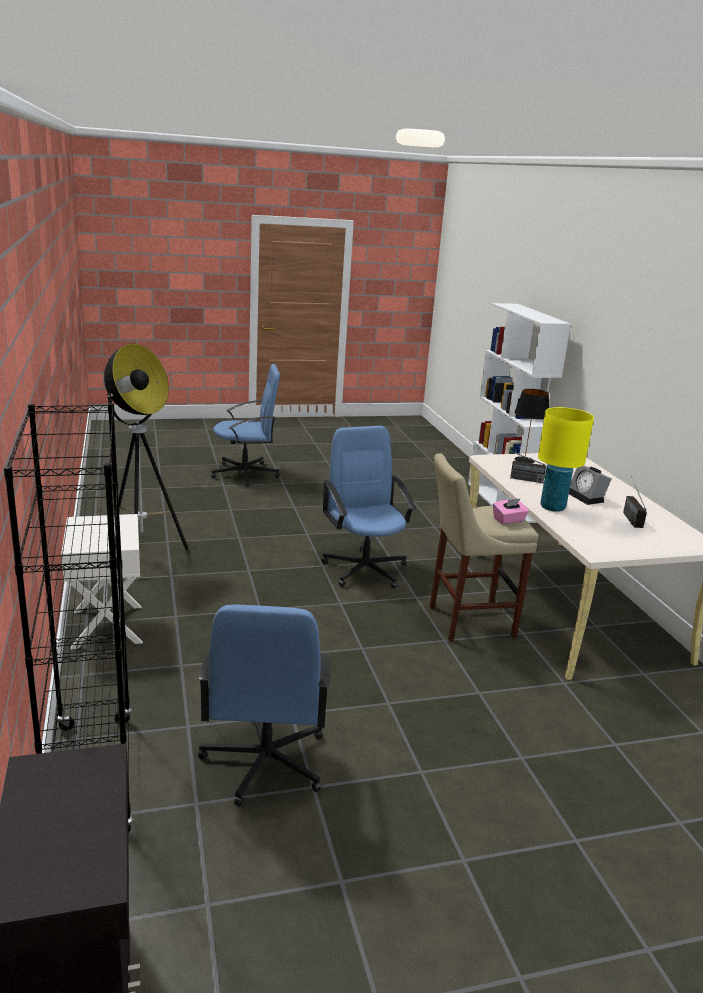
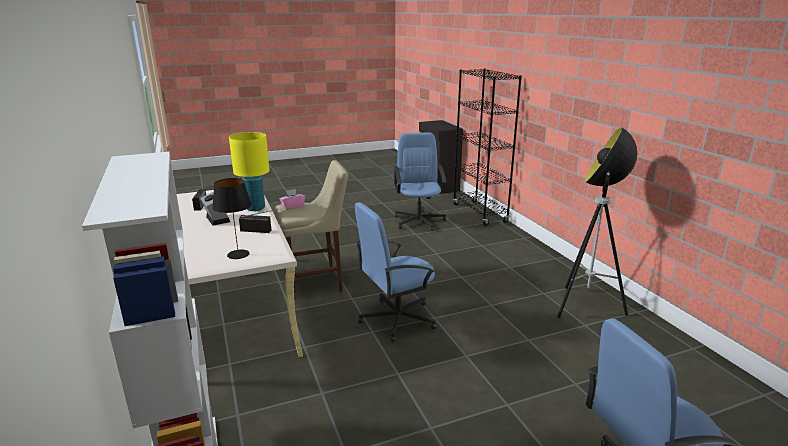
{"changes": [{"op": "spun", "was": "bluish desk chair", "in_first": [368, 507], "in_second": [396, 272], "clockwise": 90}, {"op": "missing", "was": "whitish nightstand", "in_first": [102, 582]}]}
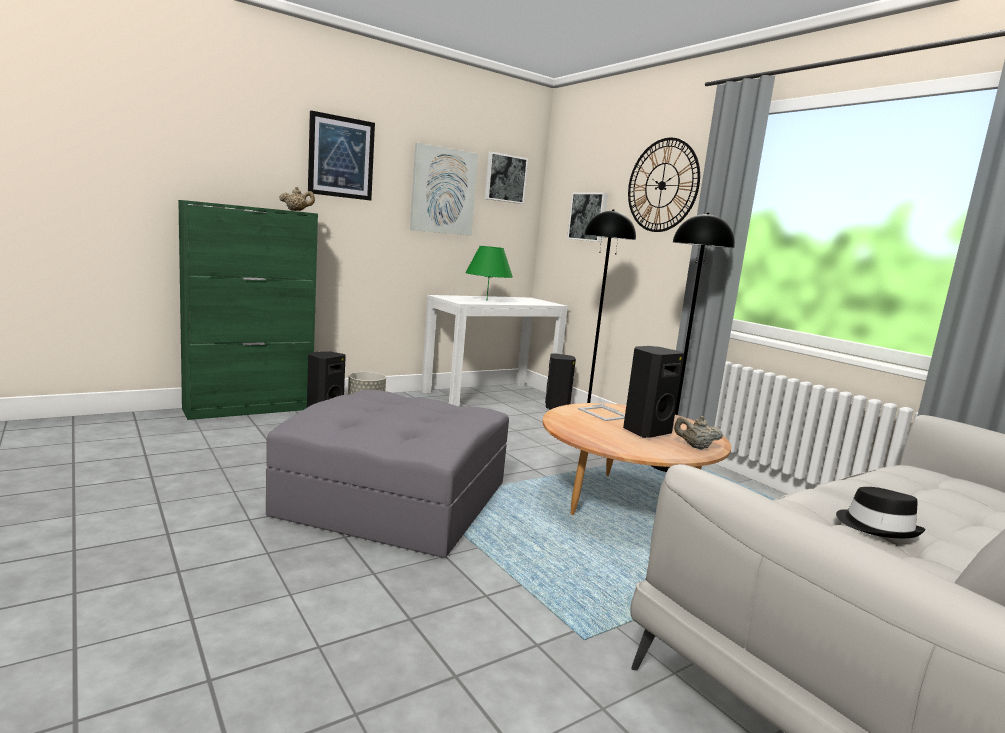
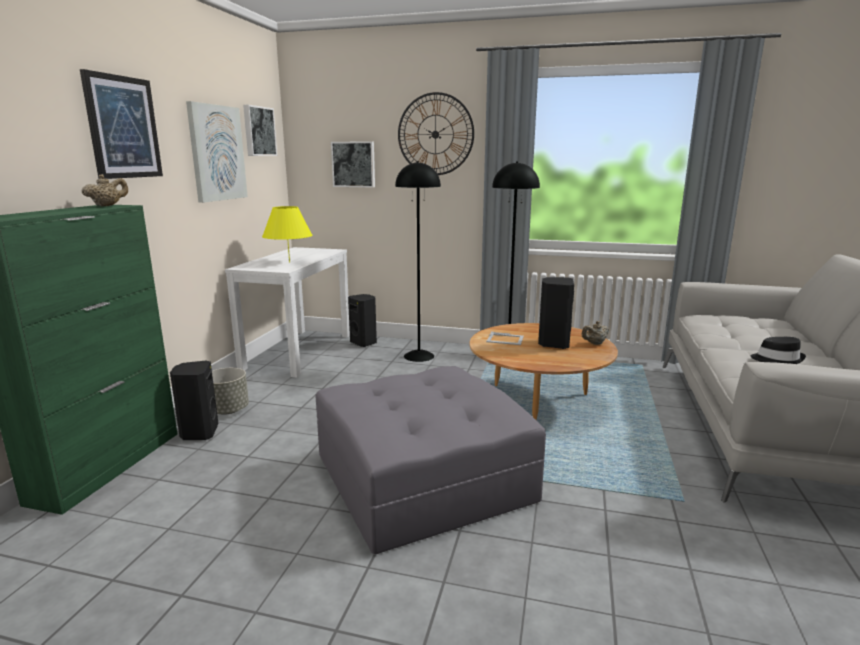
{"changes": [{"op": "colour", "was": "greenish tabletop lamp", "now": "yellow tabletop lamp", "in_first": [489, 272], "in_second": [287, 234]}]}
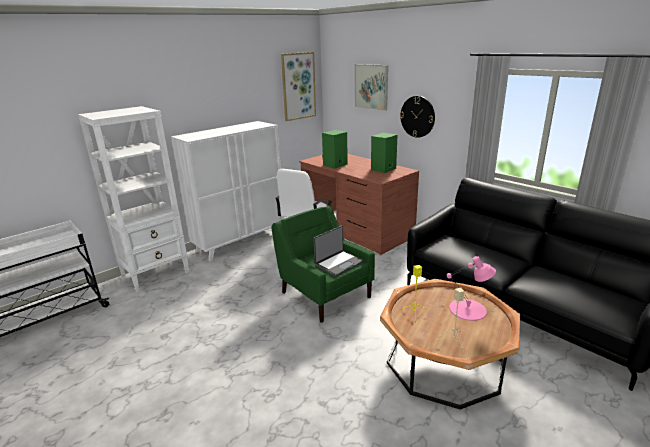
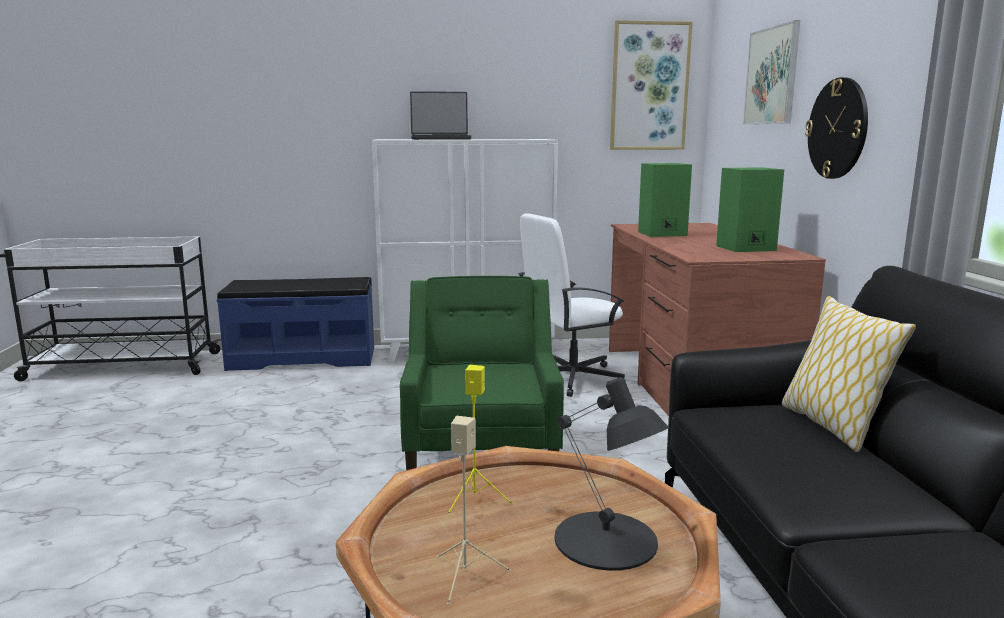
{"changes": [{"op": "exchanged", "was": "whitish bookcase", "now": "bluish bench", "in_first": [133, 199], "in_second": [295, 324]}, {"op": "relocated", "was": "portable computer", "in_first": [338, 251], "in_second": [440, 115]}, {"op": "colour", "was": "pink tabletop lamp", "now": "black tabletop lamp", "in_first": [471, 288], "in_second": [612, 474]}, {"op": "appeared", "now": "pillow", "in_second": [849, 374]}]}
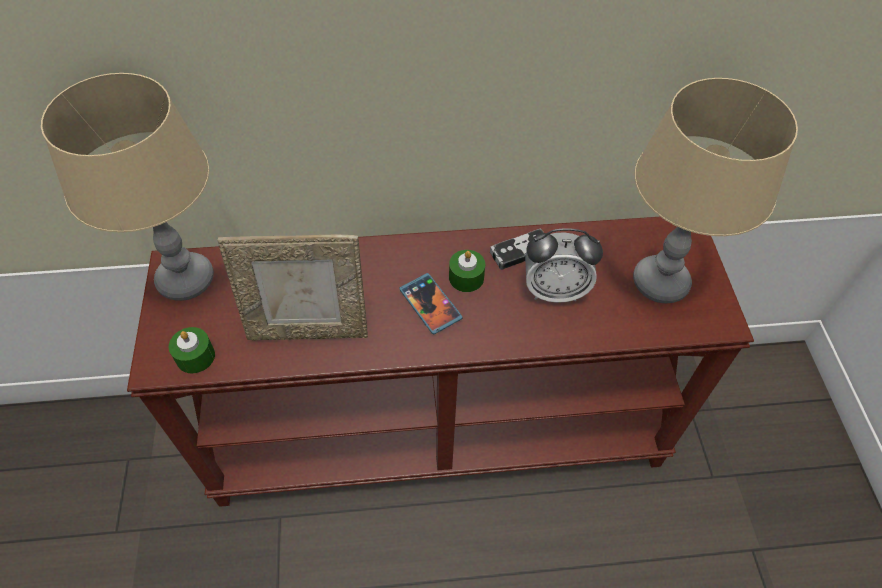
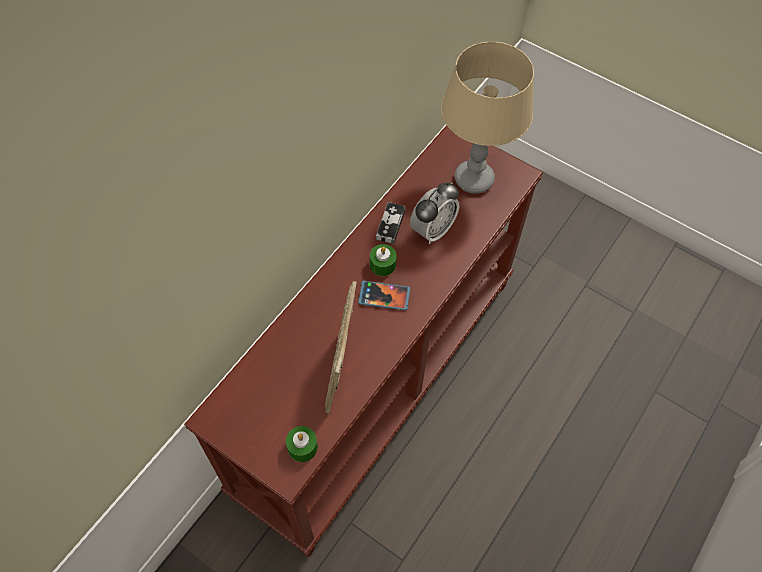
{"changes": [{"op": "spun", "was": "picture frame", "in_first": [292, 288], "in_second": [341, 347], "clockwise": 150}, {"op": "missing", "was": "beige tabletop lamp", "in_first": [127, 187]}]}
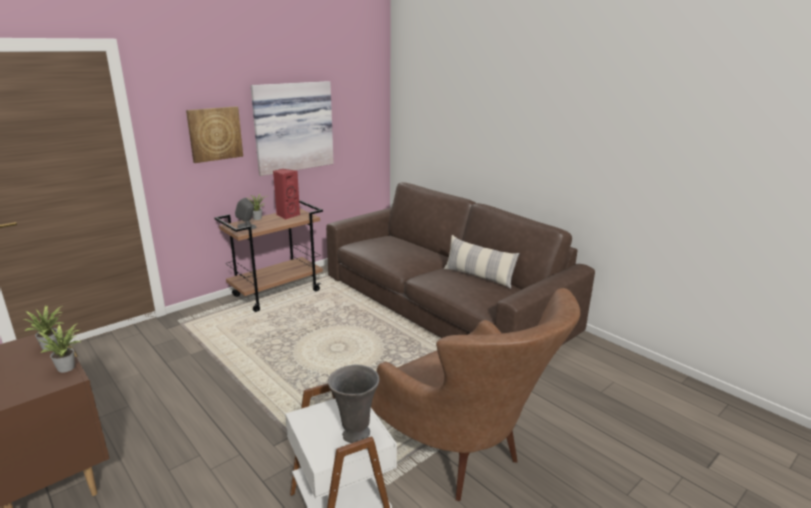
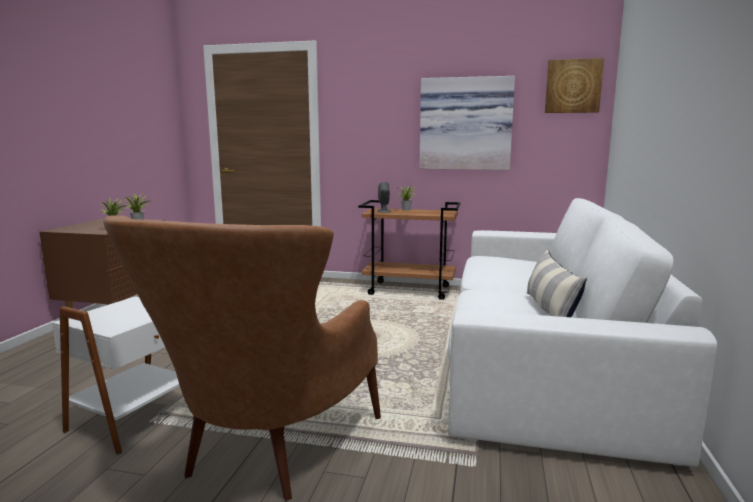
{"changes": [{"op": "colour", "was": "brown-coloured sofa", "now": "whitish sofa", "in_first": [460, 263], "in_second": [582, 332]}, {"op": "relocated", "was": "picture", "in_first": [214, 134], "in_second": [574, 85]}, {"op": "missing", "was": "reddish audio speaker", "in_first": [286, 194]}, {"op": "missing", "was": "greyish vase", "in_first": [353, 404]}]}
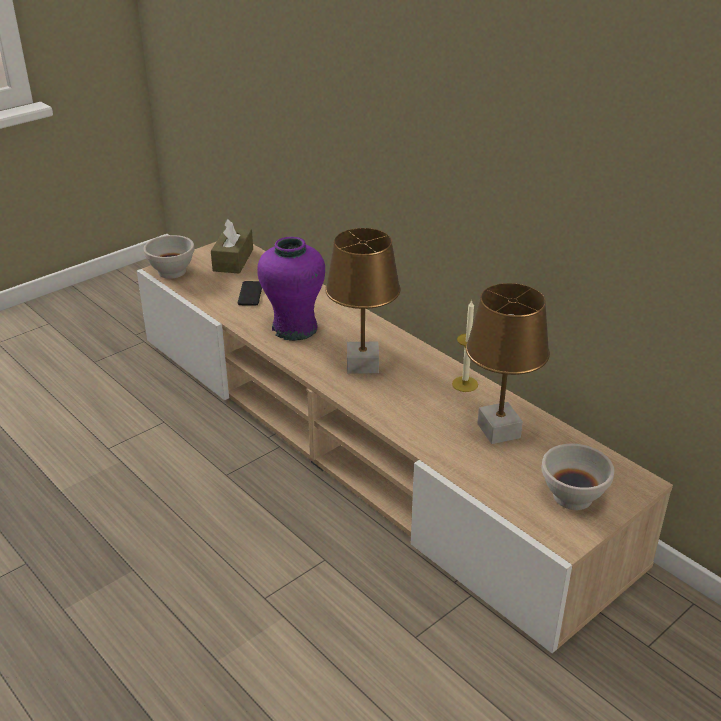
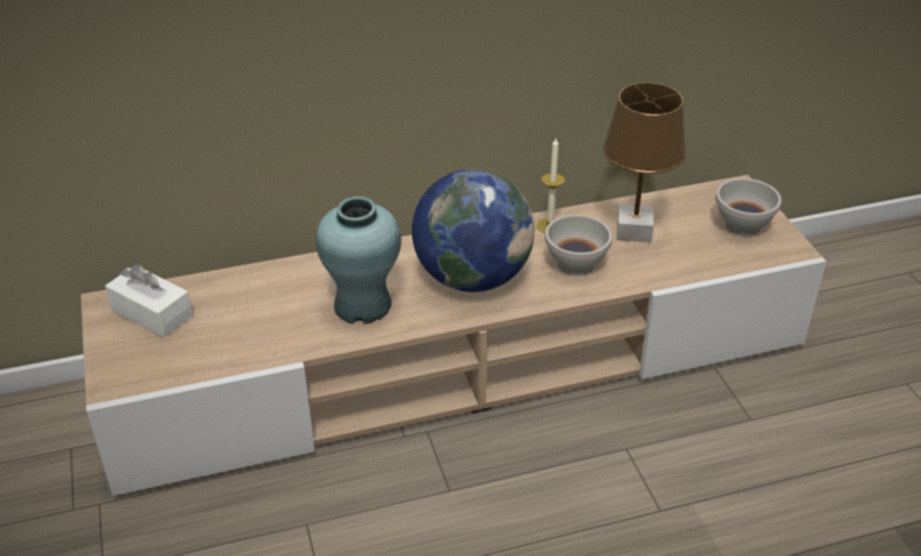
{"changes": [{"op": "colour", "was": "brown-coloured tissue holder", "now": "whitish tissue holder", "in_first": [232, 246], "in_second": [149, 301]}, {"op": "colour", "was": "purplish vase", "now": "turquoise-coloured vase", "in_first": [291, 289], "in_second": [358, 260]}, {"op": "exchanged", "was": "brown-coloured tabletop lamp", "now": "desk globe", "in_first": [363, 301], "in_second": [473, 230]}, {"op": "relocated", "was": "whitish bowl", "in_first": [169, 257], "in_second": [578, 245]}, {"op": "missing", "was": "handset", "in_first": [250, 293]}]}
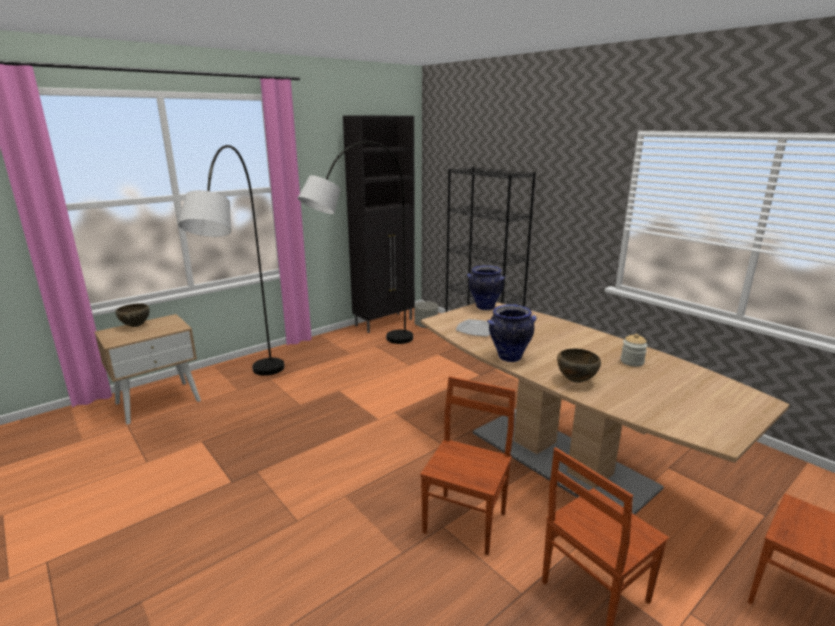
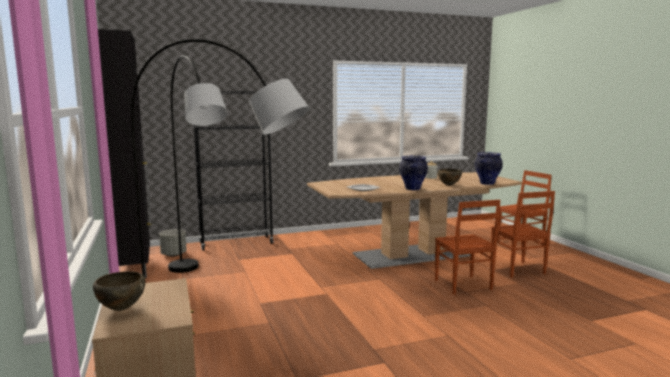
{"changes": [{"op": "spun", "was": "brown-coloured plain chair", "in_first": [467, 465], "in_second": [467, 247], "clockwise": -150}, {"op": "relocated", "was": "vase", "in_first": [486, 288], "in_second": [489, 168]}]}
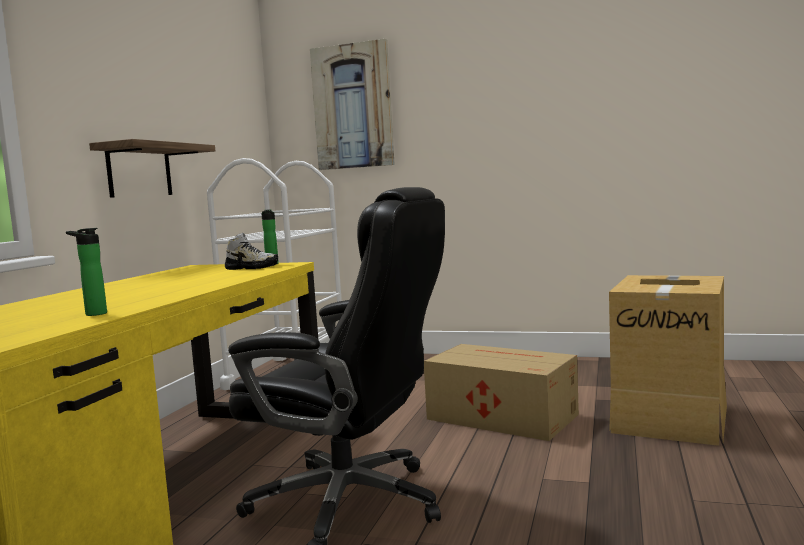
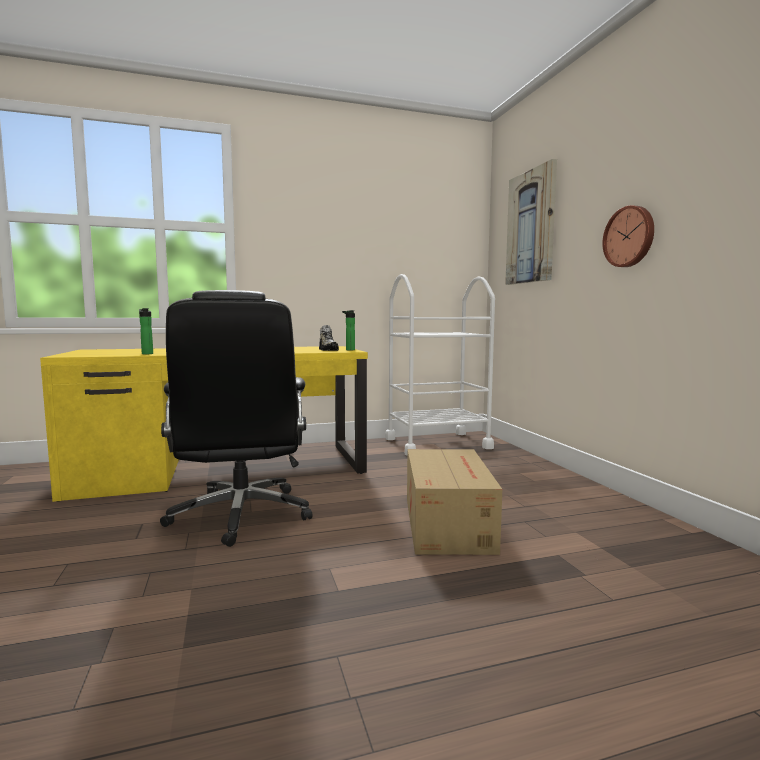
{"changes": [{"op": "appeared", "now": "wall clock", "in_second": [628, 236]}, {"op": "missing", "was": "shelf", "in_first": [152, 168]}, {"op": "missing", "was": "cardboard box", "in_first": [668, 360]}]}
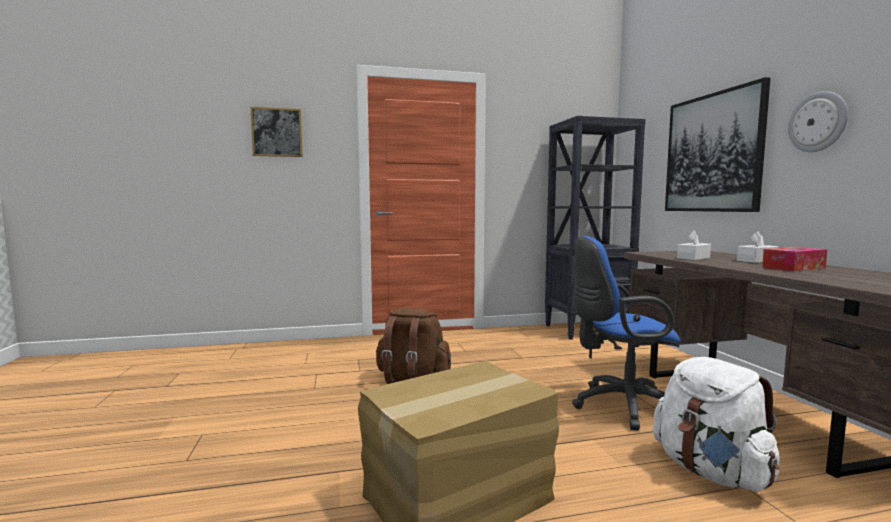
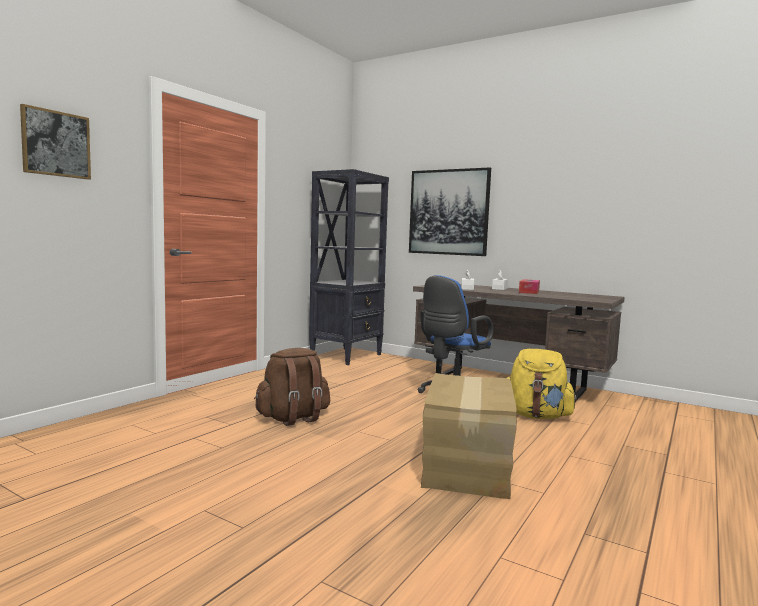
{"changes": [{"op": "colour", "was": "whitish rucksack", "now": "yellow rucksack", "in_first": [716, 424], "in_second": [542, 384]}, {"op": "missing", "was": "wall clock", "in_first": [818, 121]}]}
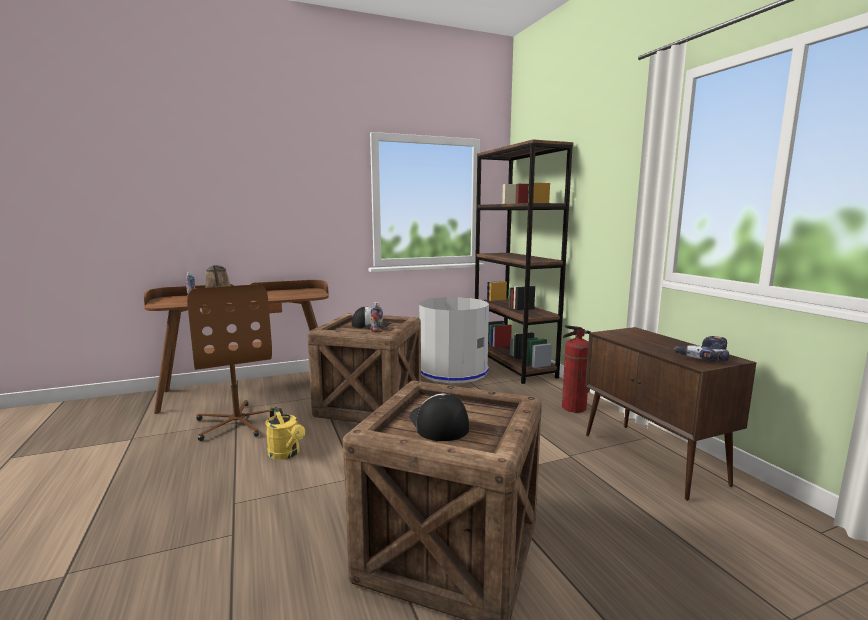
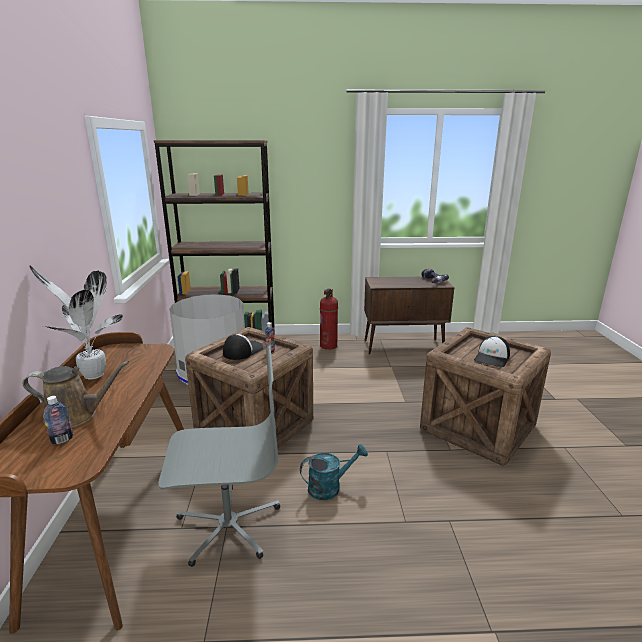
{"changes": [{"op": "appeared", "now": "potted plant", "in_second": [76, 322]}, {"op": "colour", "was": "brown-coloured desk chair", "now": "greyish desk chair", "in_first": [235, 362], "in_second": [219, 456]}, {"op": "colour", "was": "yellow watering pot", "now": "turquoise-coloured watering pot", "in_first": [285, 433], "in_second": [334, 472]}, {"op": "spun", "was": "cap", "in_first": [439, 417], "in_second": [492, 351], "clockwise": -60}]}
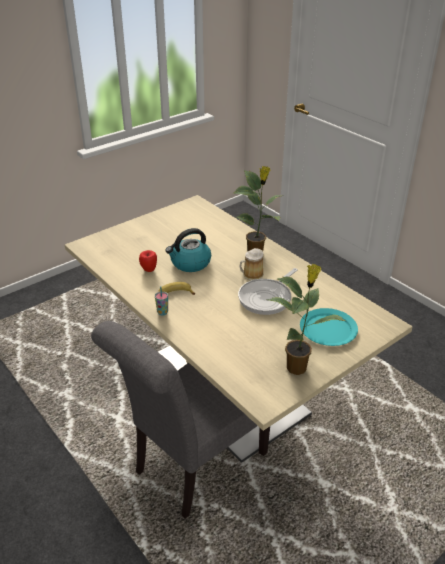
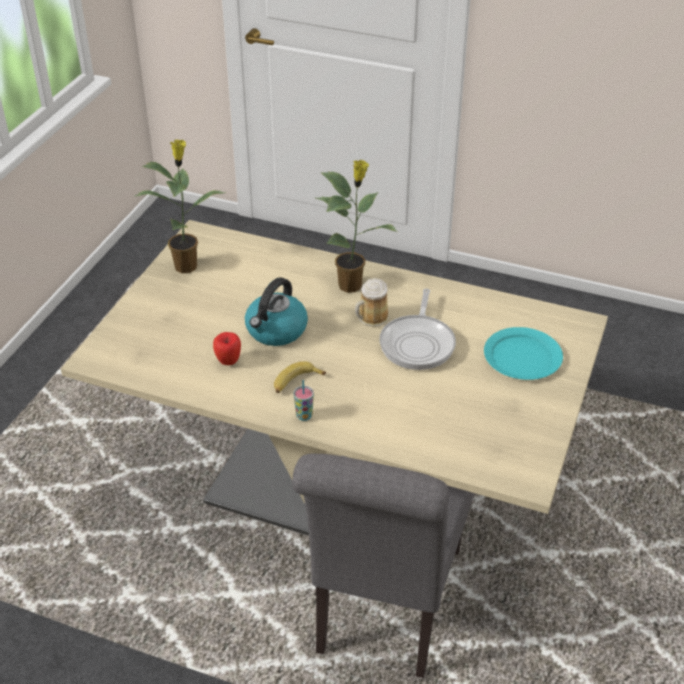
{"changes": [{"op": "relocated", "was": "potted plant", "in_first": [306, 319], "in_second": [181, 206]}]}
